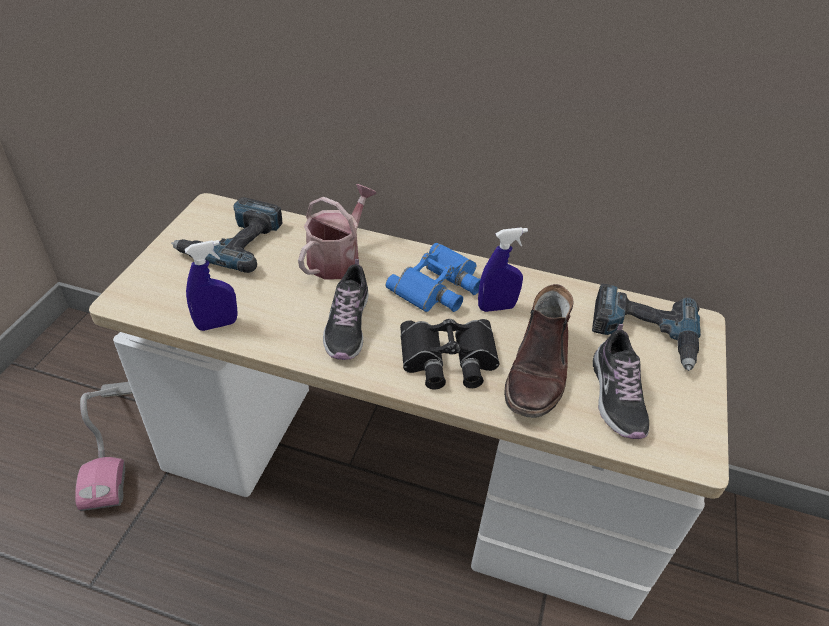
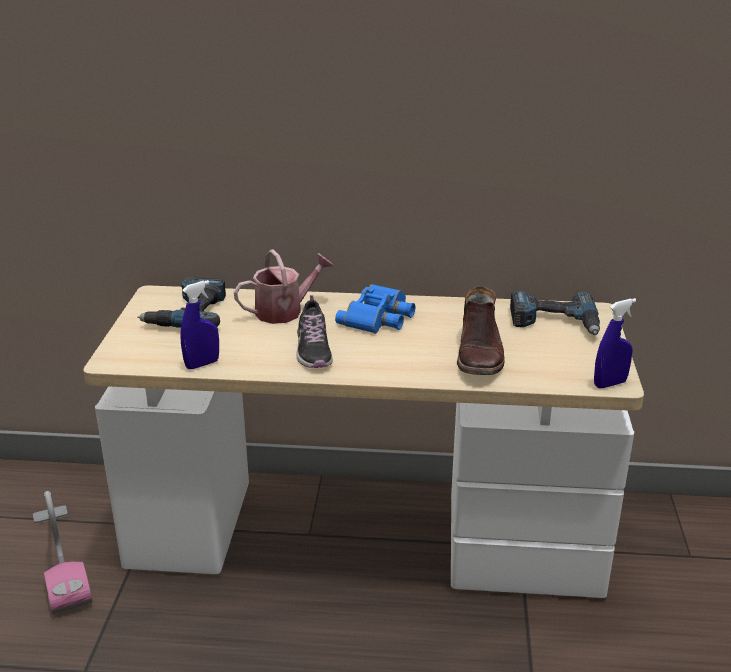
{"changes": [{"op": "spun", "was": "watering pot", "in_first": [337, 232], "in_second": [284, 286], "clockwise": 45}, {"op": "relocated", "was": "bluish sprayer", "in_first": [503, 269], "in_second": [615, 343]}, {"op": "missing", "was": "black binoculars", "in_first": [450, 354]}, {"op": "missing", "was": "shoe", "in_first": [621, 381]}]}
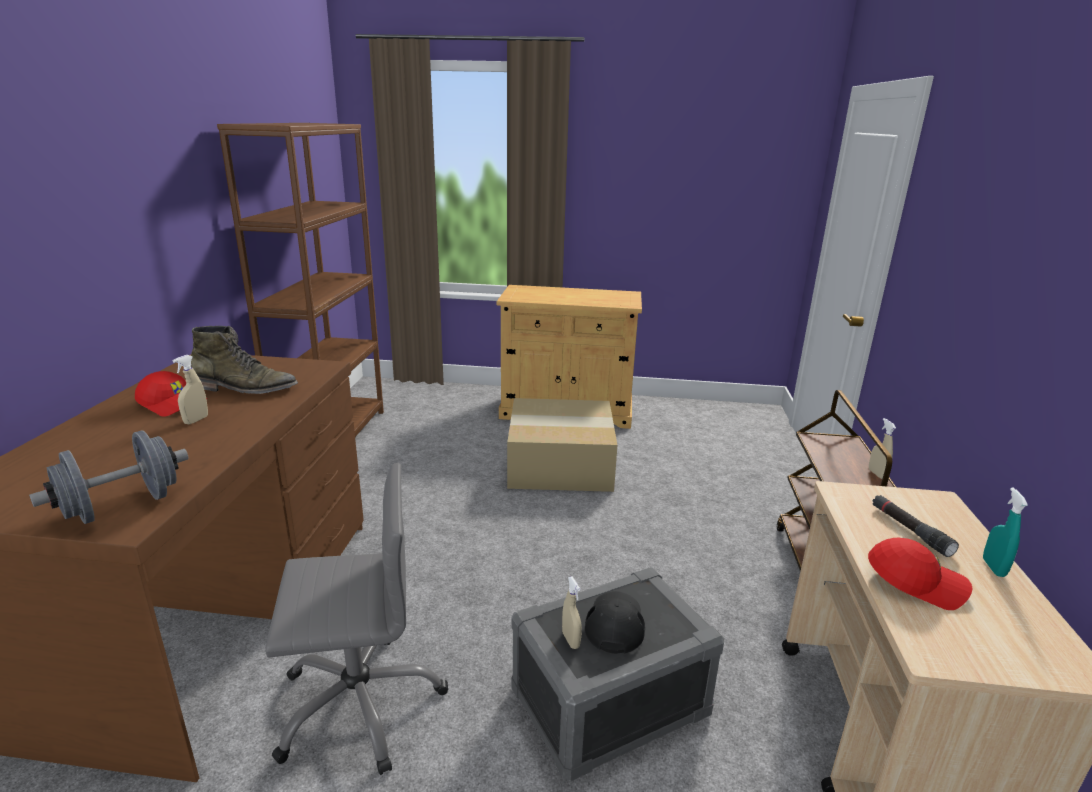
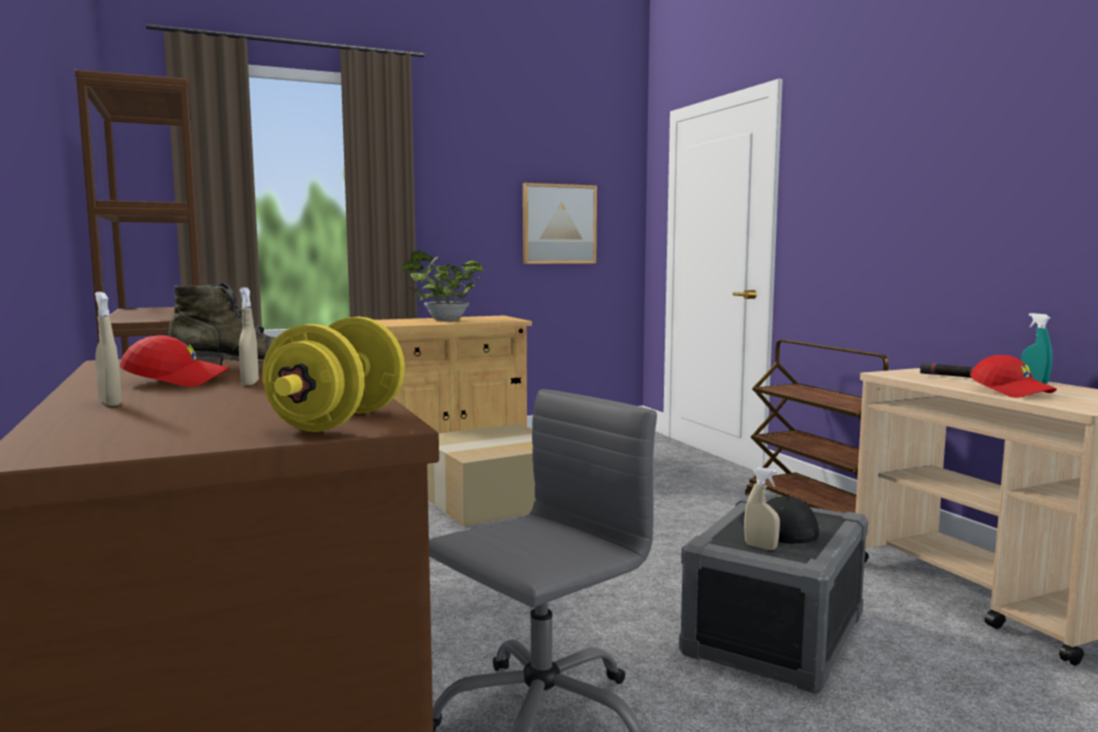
{"changes": [{"op": "relocated", "was": "beige sprayer", "in_first": [882, 448], "in_second": [108, 349]}, {"op": "colour", "was": "greyish hand weight", "now": "yellow hand weight", "in_first": [108, 477], "in_second": [333, 374]}, {"op": "appeared", "now": "potted plant", "in_second": [443, 285]}, {"op": "appeared", "now": "picture", "in_second": [560, 223]}, {"op": "spun", "was": "reddish cap", "in_first": [920, 574], "in_second": [1013, 376], "clockwise": 75}]}
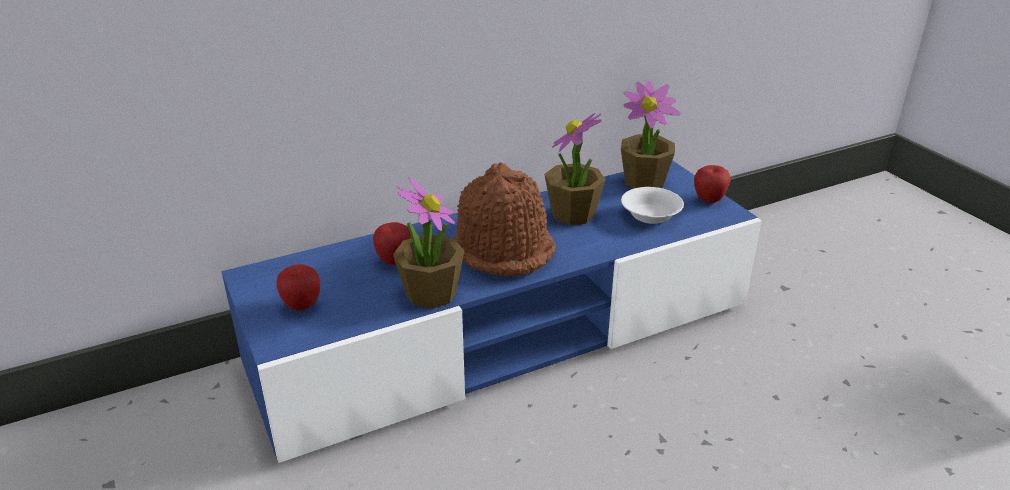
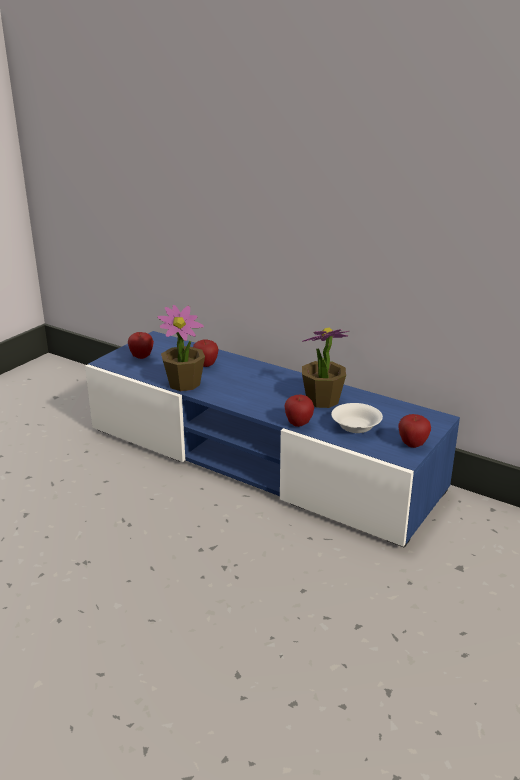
{"changes": [{"op": "appeared", "now": "apple fruit", "in_second": [299, 410]}, {"op": "missing", "was": "brown-coloured hat", "in_first": [505, 219]}, {"op": "missing", "was": "potted plant", "in_first": [651, 135]}]}
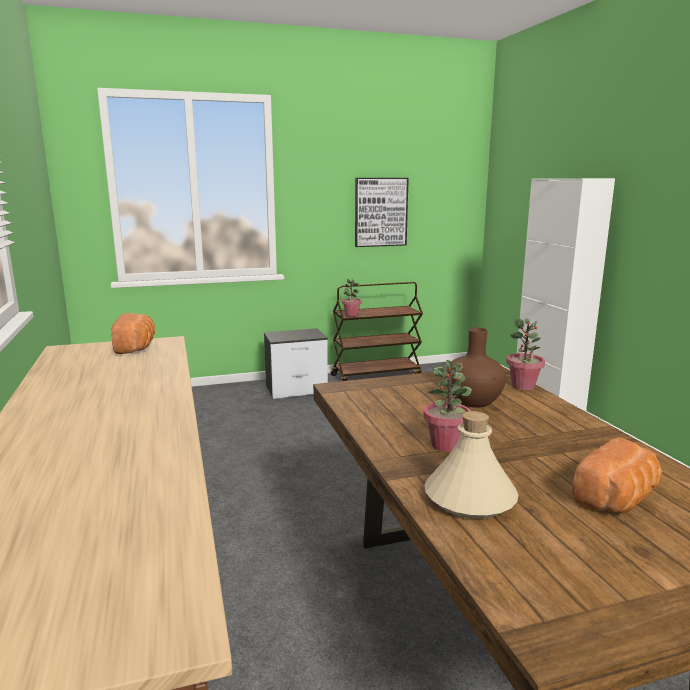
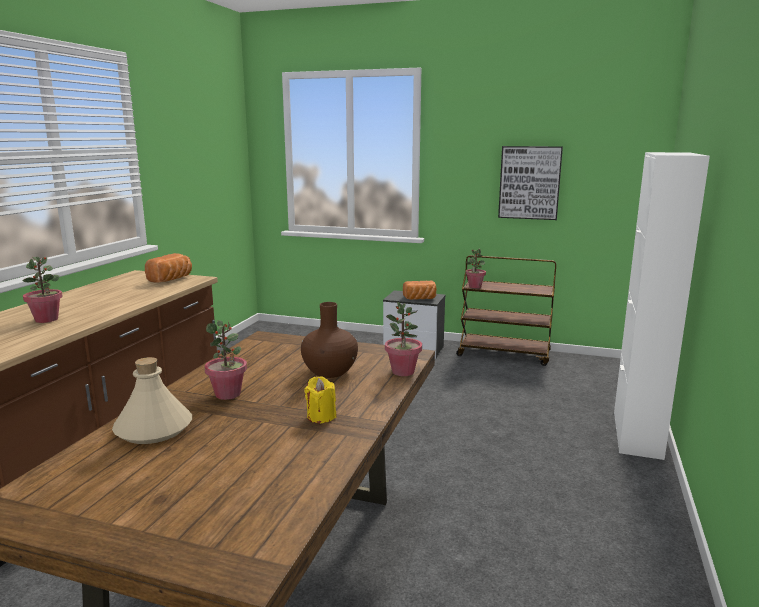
{"changes": [{"op": "appeared", "now": "potted plant", "in_second": [42, 290]}, {"op": "appeared", "now": "yellow wax candle", "in_second": [320, 399]}, {"op": "relocated", "was": "bread", "in_first": [617, 475], "in_second": [419, 290]}]}
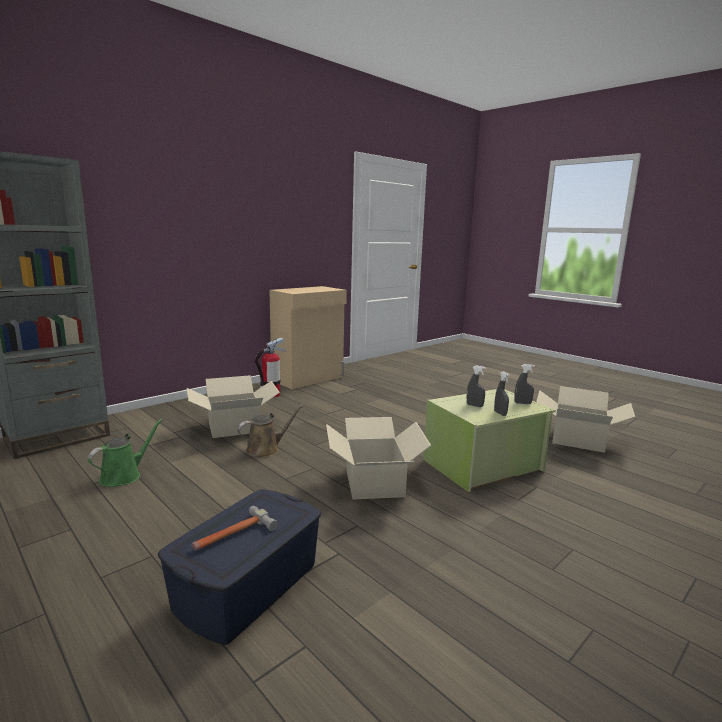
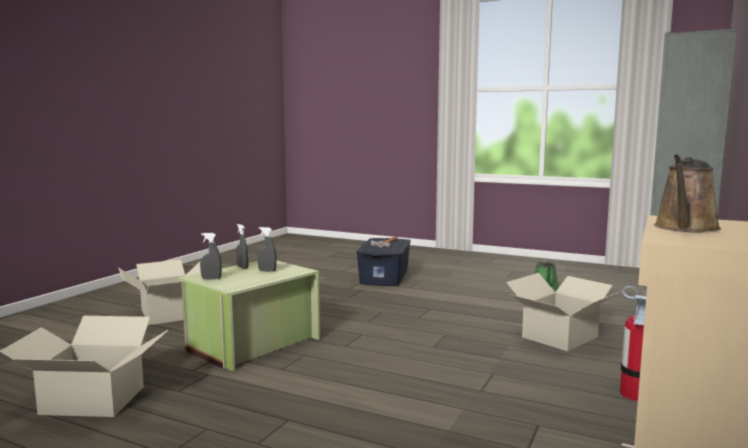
{"changes": [{"op": "relocated", "was": "cardboard box", "in_first": [378, 458], "in_second": [159, 292]}, {"op": "relocated", "was": "brown-coloured watering pot", "in_first": [270, 430], "in_second": [687, 193]}]}
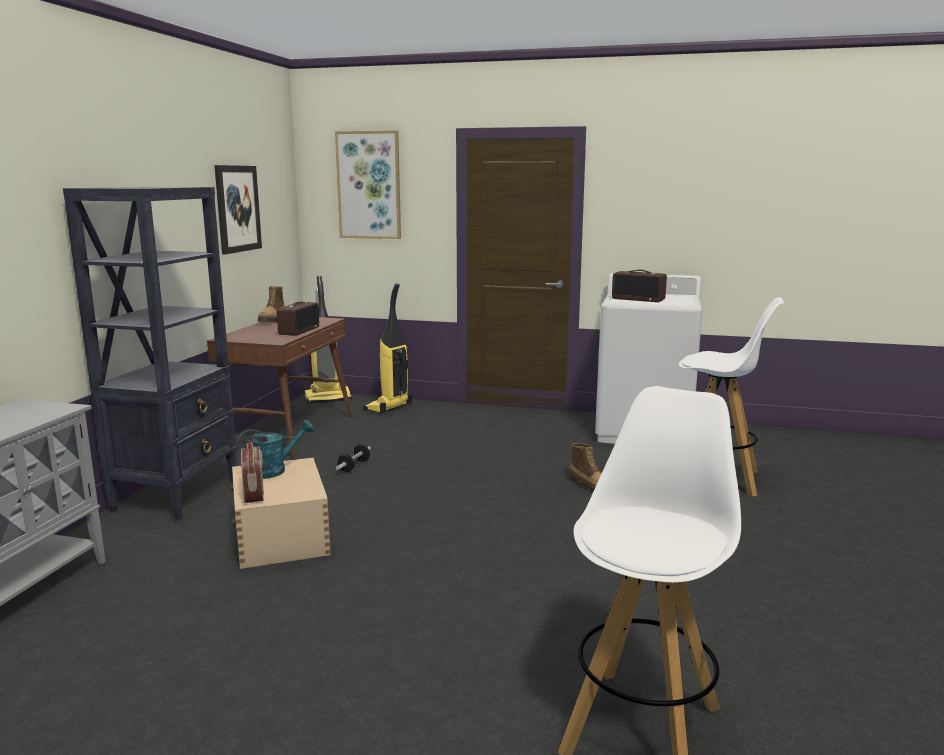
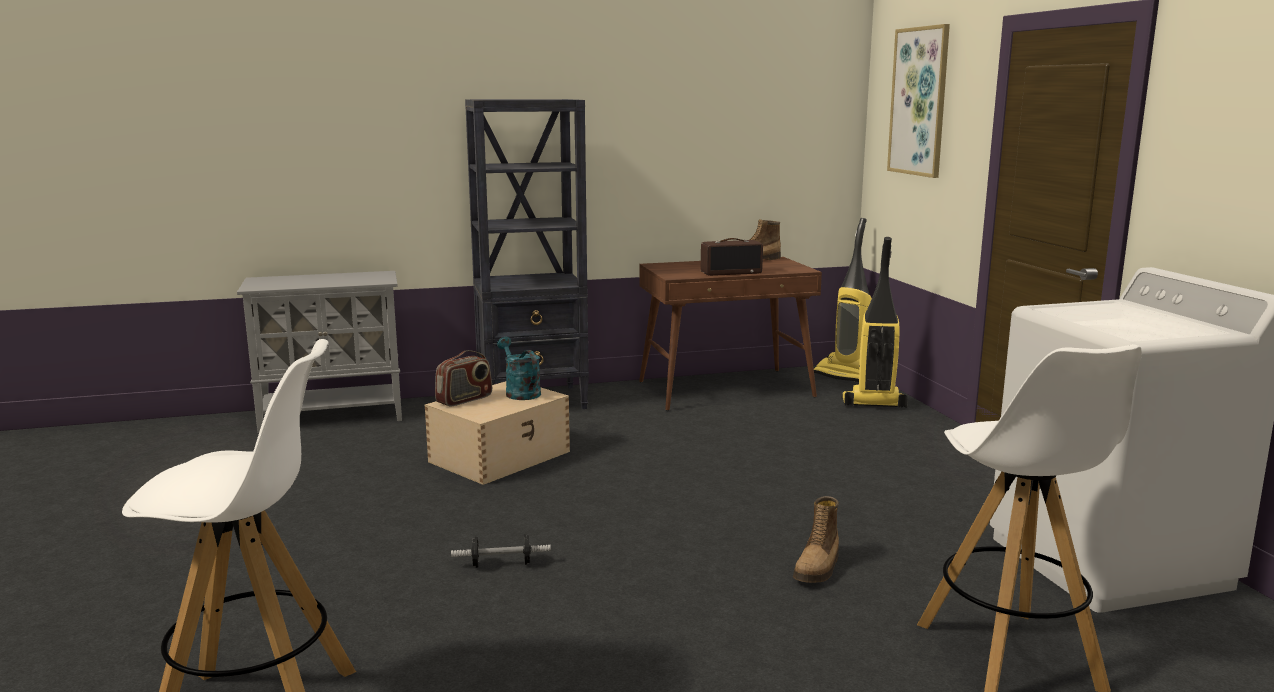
{"changes": [{"op": "relocated", "was": "hand weight", "in_first": [353, 458], "in_second": [501, 551]}, {"op": "spun", "was": "turquoise-coloured watering pot", "in_first": [275, 449], "in_second": [519, 368], "clockwise": -150}, {"op": "missing", "was": "picture", "in_first": [238, 210]}, {"op": "missing", "was": "radio", "in_first": [639, 286]}]}
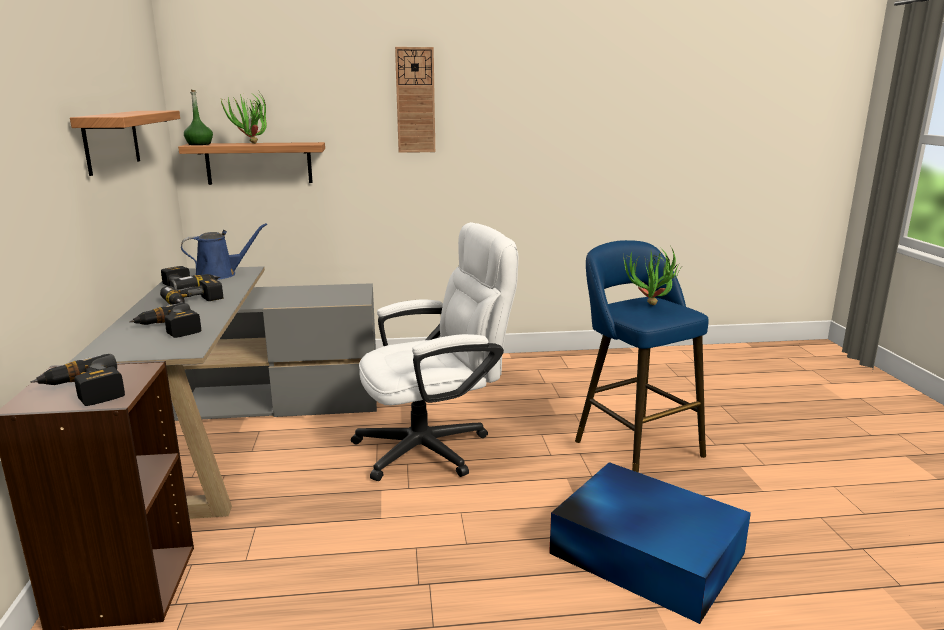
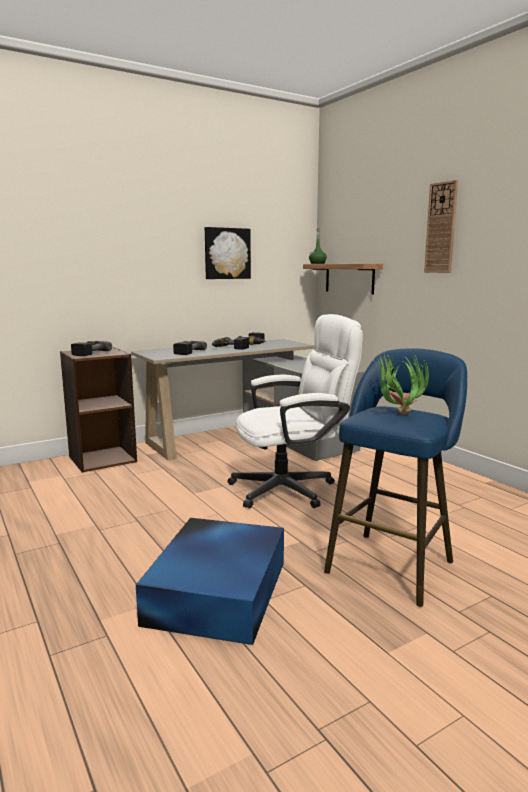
{"changes": [{"op": "exchanged", "was": "shelf", "now": "picture", "in_first": [125, 143], "in_second": [228, 253]}, {"op": "spun", "was": "whitish desk chair", "in_first": [434, 351], "in_second": [295, 411], "clockwise": -60}, {"op": "missing", "was": "bluish watering pot", "in_first": [224, 251]}, {"op": "missing", "was": "potted plant", "in_first": [244, 118]}]}
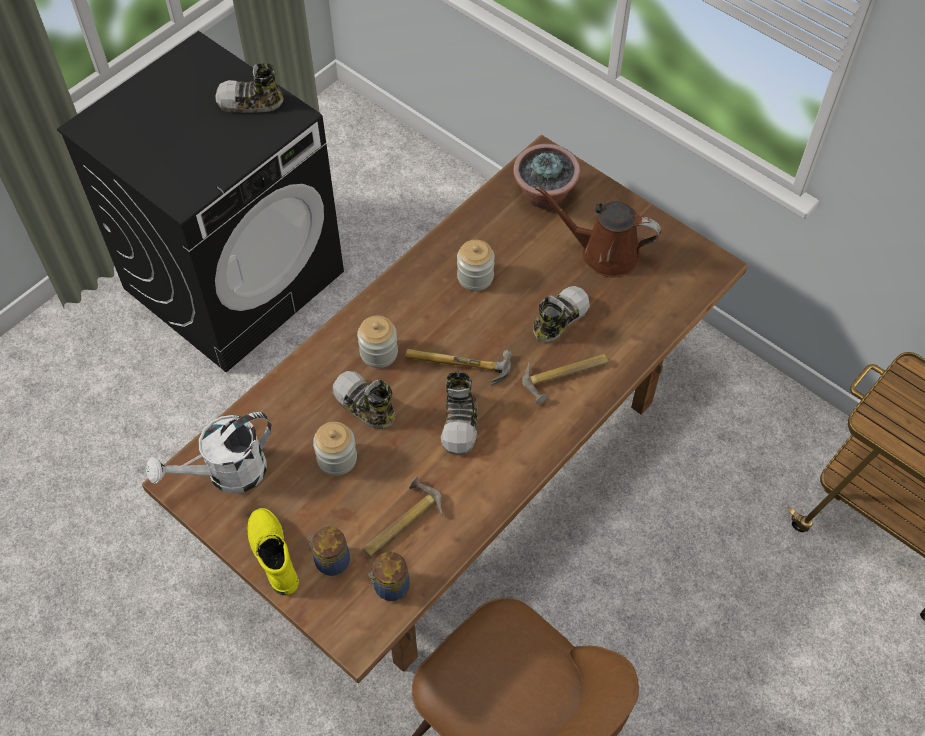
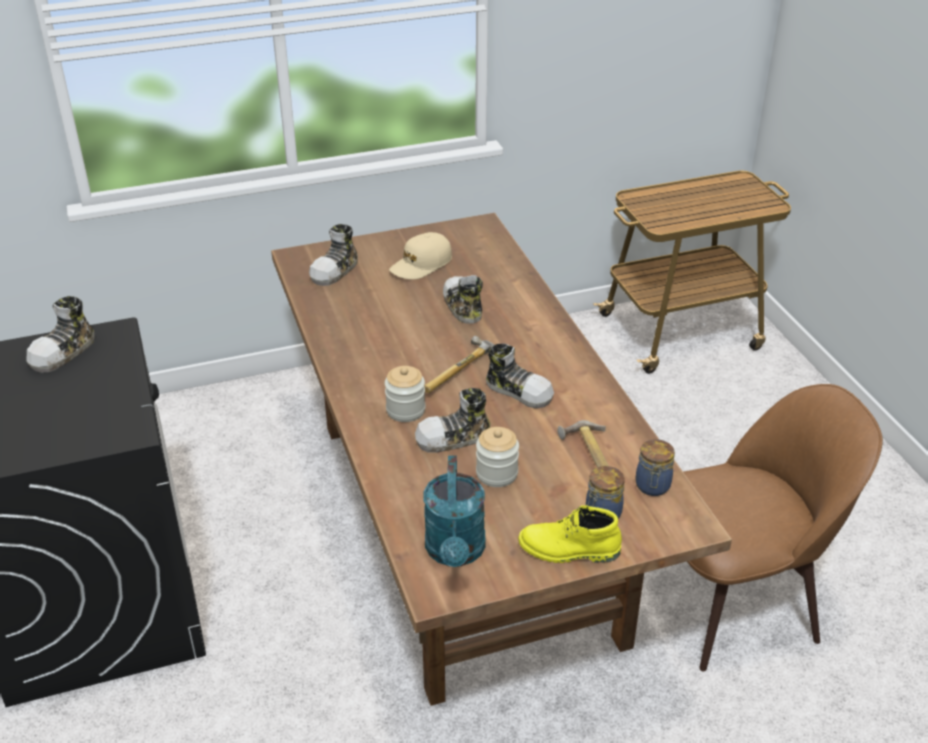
{"changes": [{"op": "exchanged", "was": "potted plant", "now": "shoe", "in_first": [546, 176], "in_second": [333, 255]}, {"op": "exchanged", "was": "brown-coloured watering pot", "now": "beige cap", "in_first": [598, 231], "in_second": [420, 256]}, {"op": "colour", "was": "whitish watering pot", "now": "turquoise-coloured watering pot", "in_first": [209, 453], "in_second": [454, 511]}, {"op": "missing", "was": "preserve jar", "in_first": [476, 265]}, {"op": "missing", "was": "tool hammer", "in_first": [565, 379]}]}
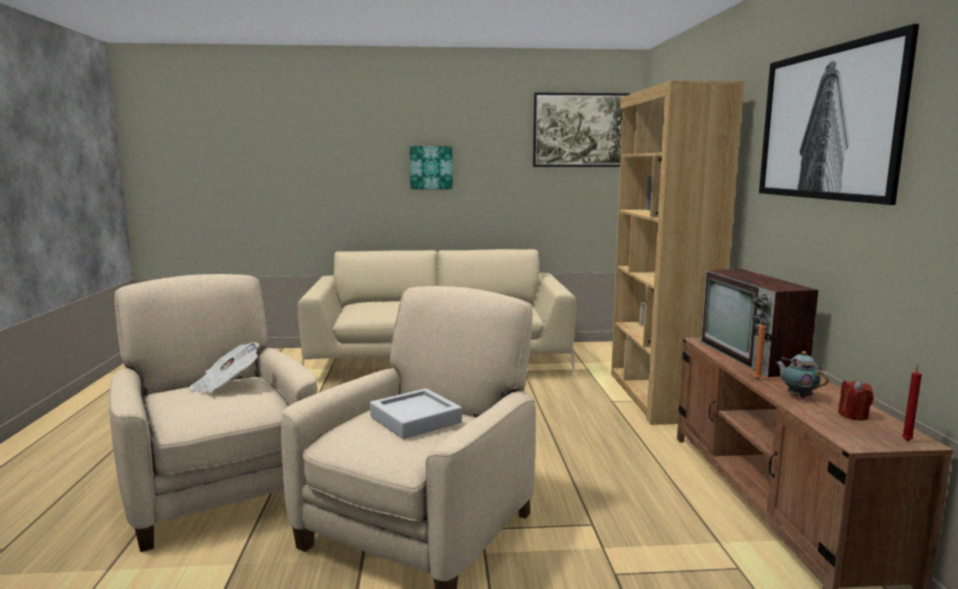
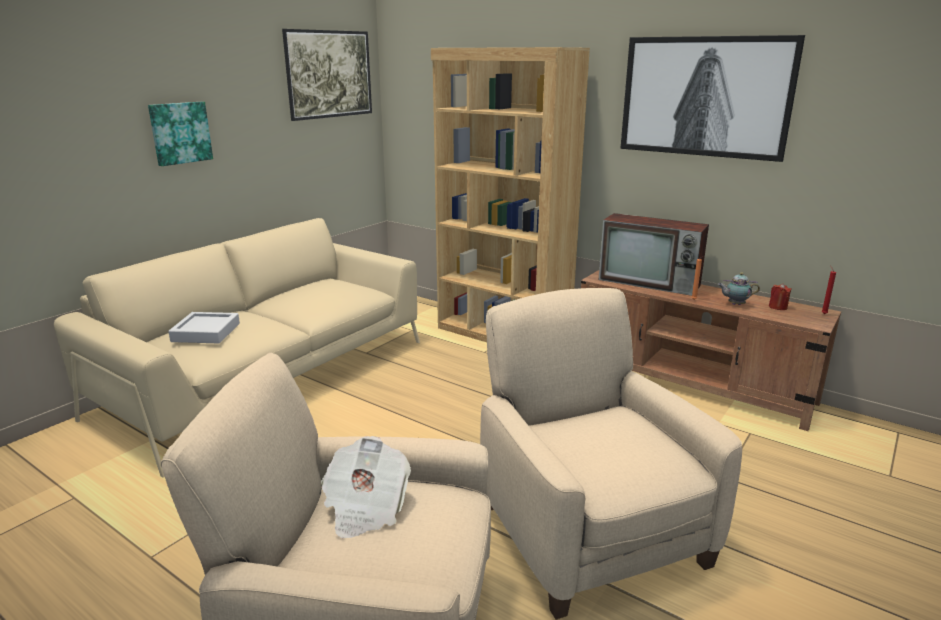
{"changes": [{"op": "relocated", "was": "greyish tray", "in_first": [416, 413], "in_second": [204, 327]}]}
